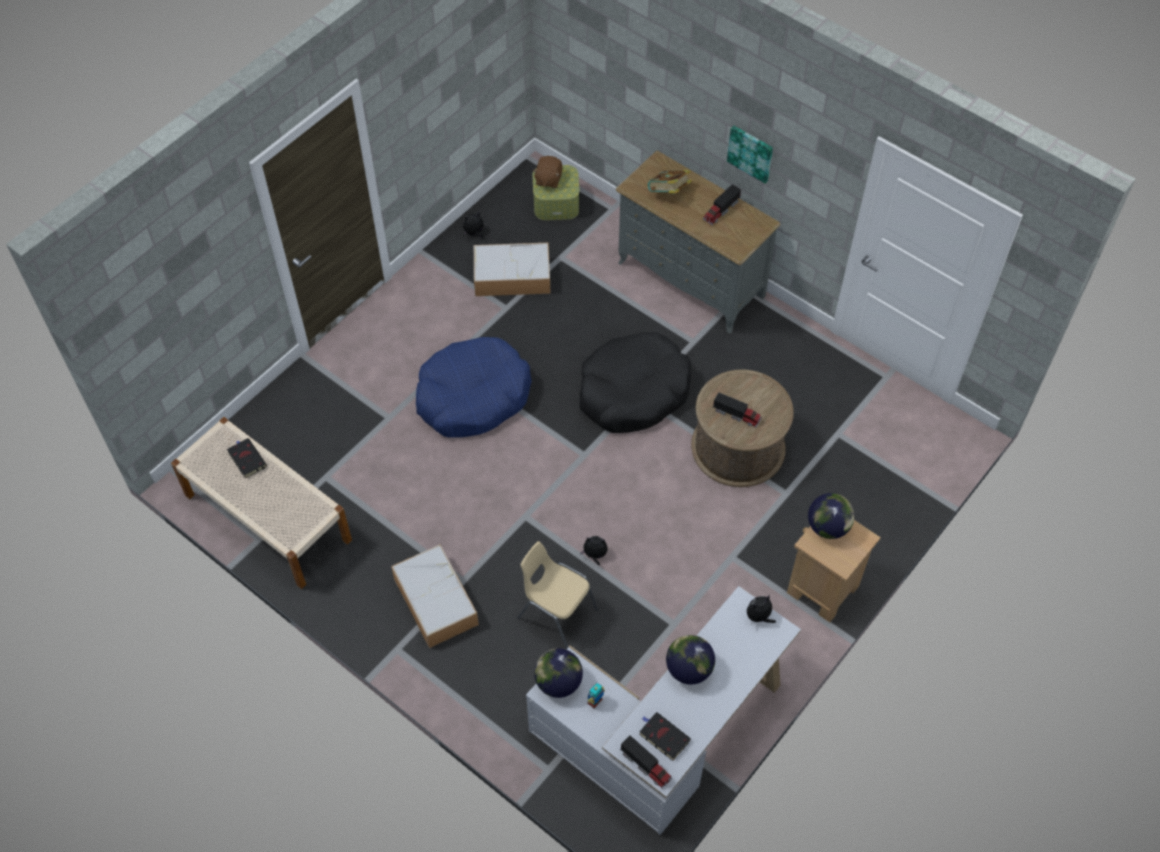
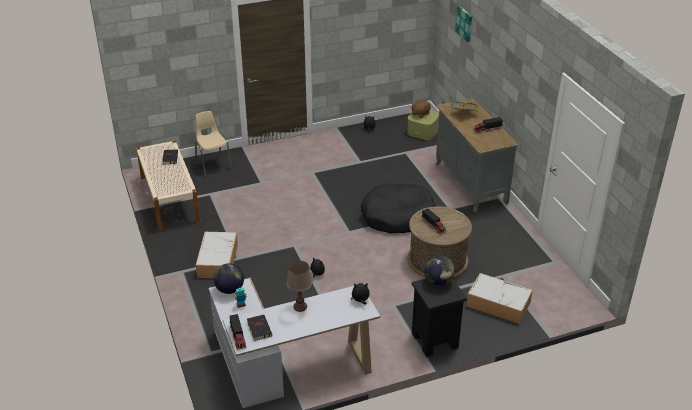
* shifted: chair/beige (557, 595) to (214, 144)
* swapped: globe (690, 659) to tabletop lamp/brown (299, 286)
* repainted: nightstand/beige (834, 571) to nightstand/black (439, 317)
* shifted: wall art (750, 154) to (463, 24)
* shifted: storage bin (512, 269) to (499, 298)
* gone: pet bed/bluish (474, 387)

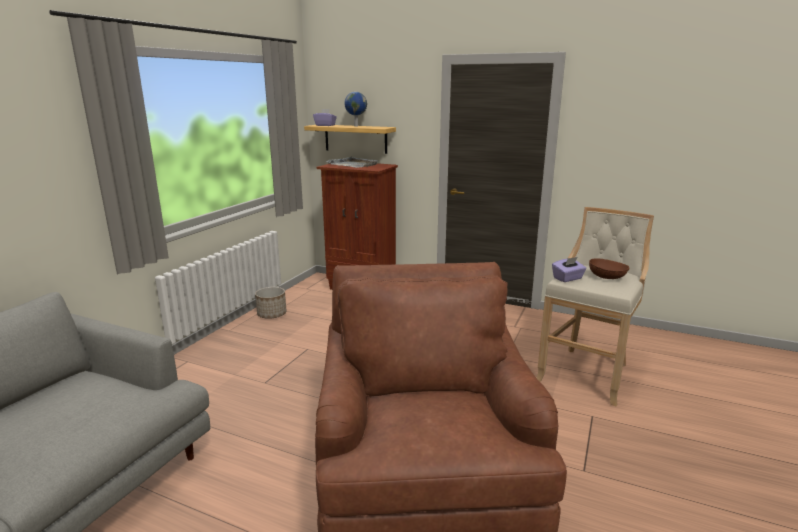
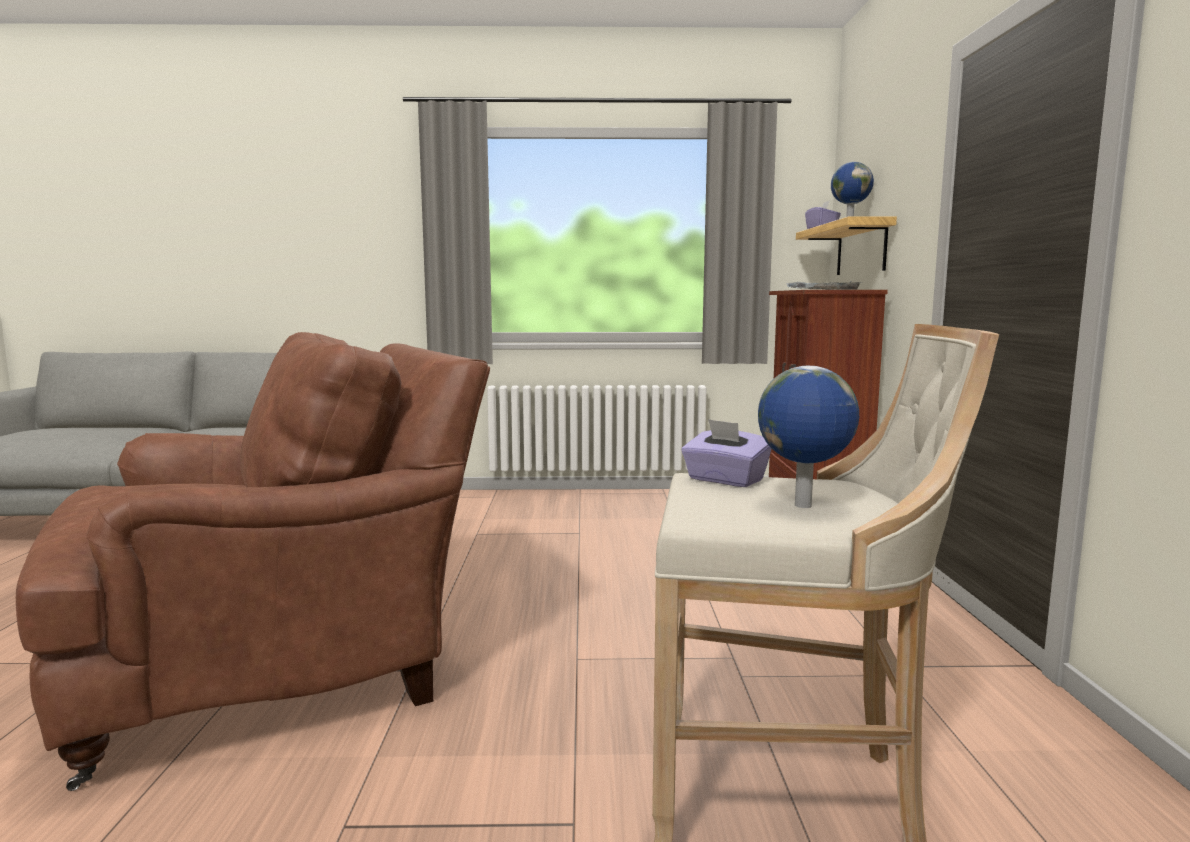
* swapped: serving bowl/brown (609, 268) to globe (808, 437)
* gone: flower pot (271, 303)

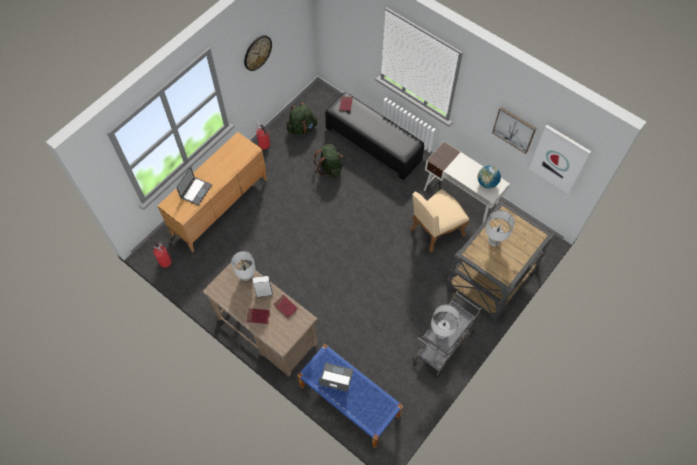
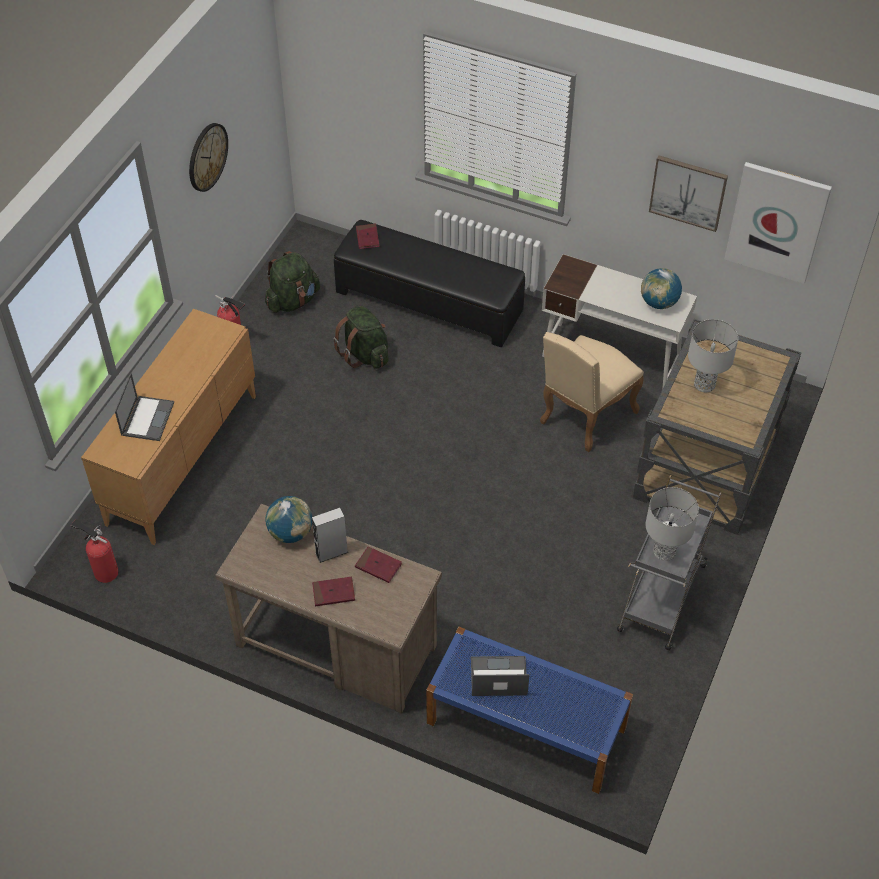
* swapped: tabletop lamp/whitish (243, 266) to globe (288, 519)

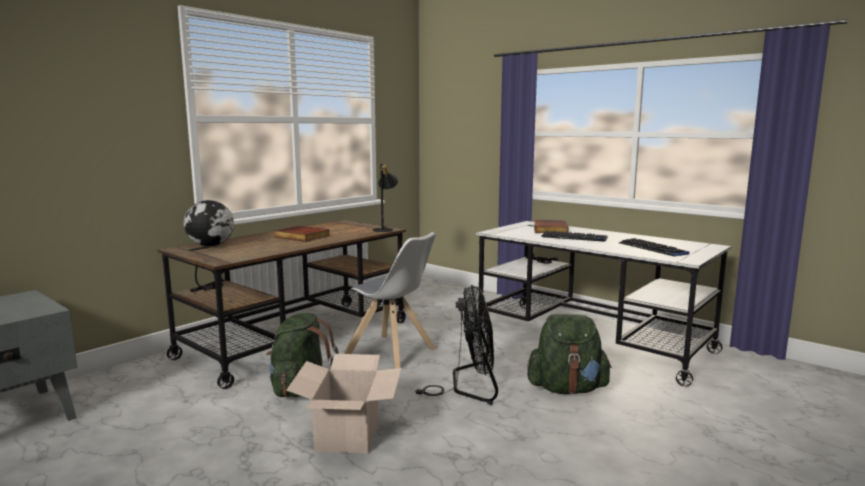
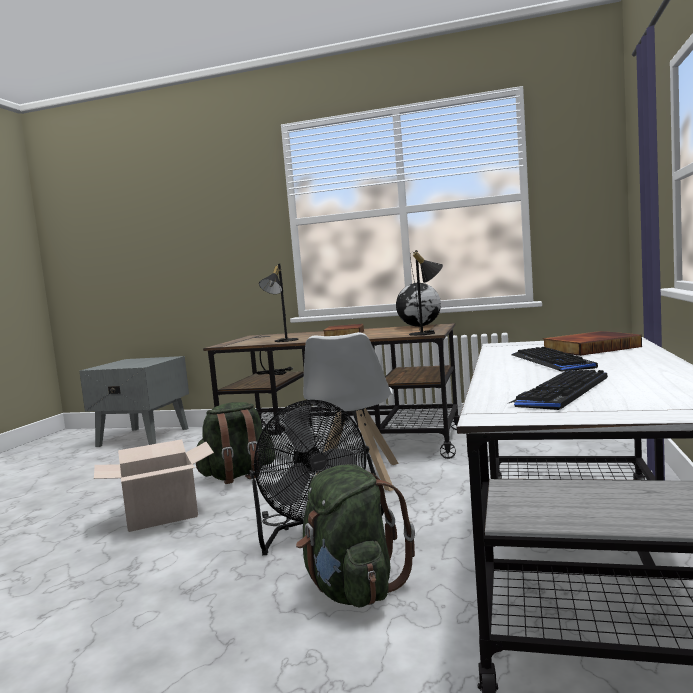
* new: tabletop lamp/black (278, 303)
* shifted: globe (209, 223) to (418, 305)

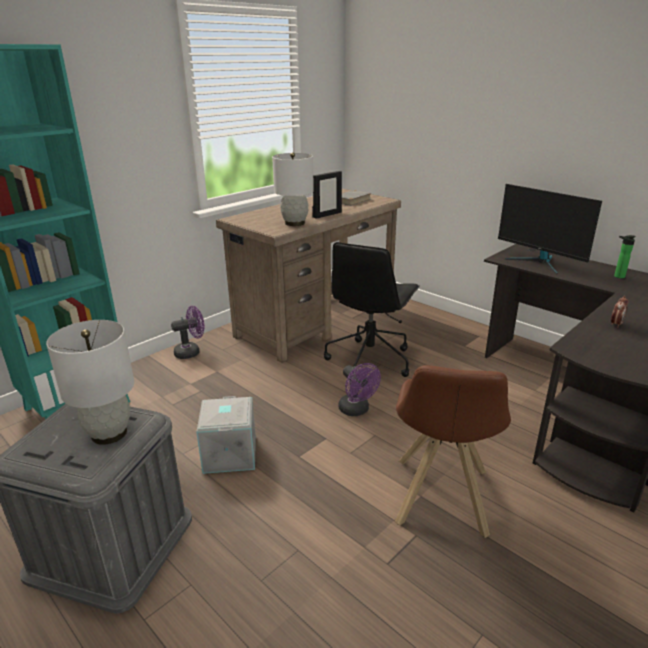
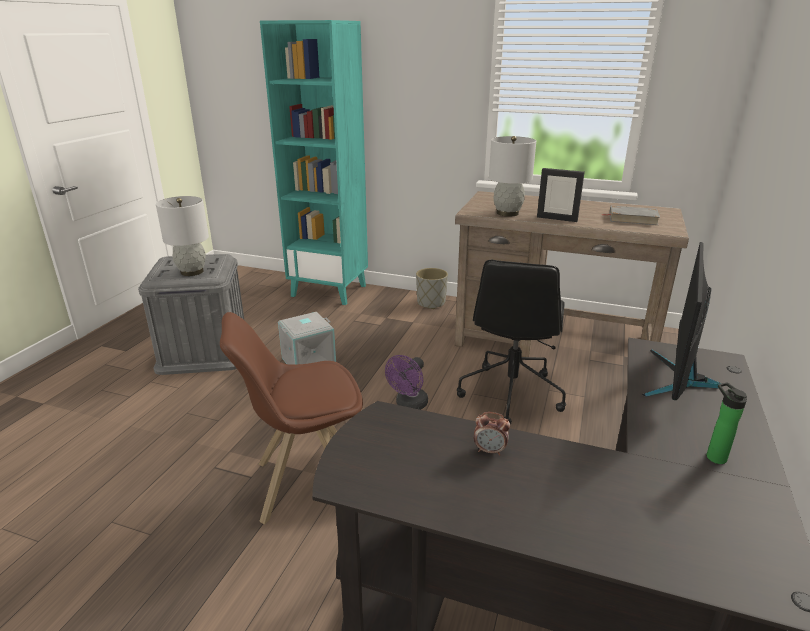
* swapped: cooling fan/purple (188, 332) to flower pot/grey (432, 288)
* rotated: computer chair/black (372, 309) = (511, 342) 75 degrees counterclockwise

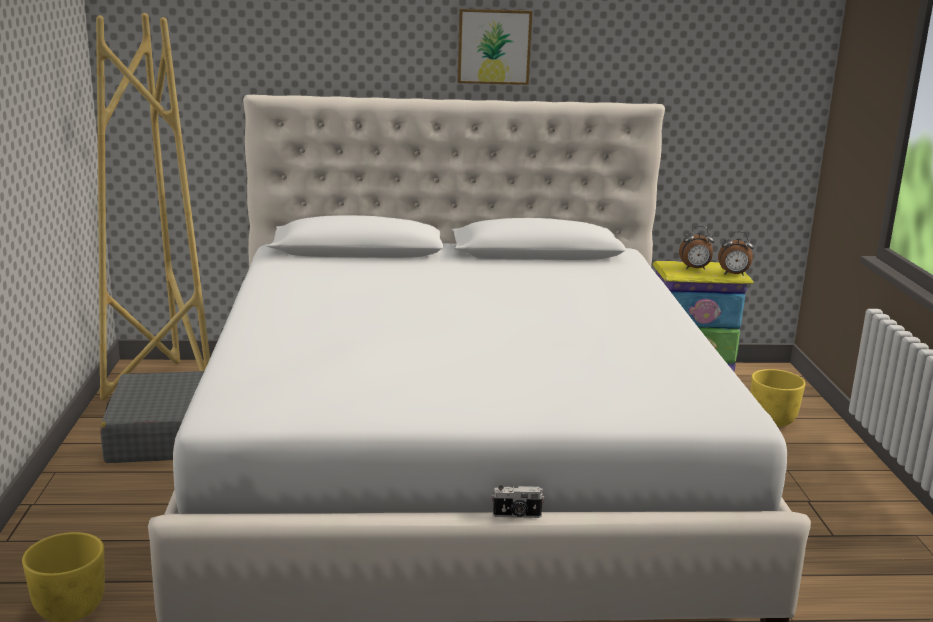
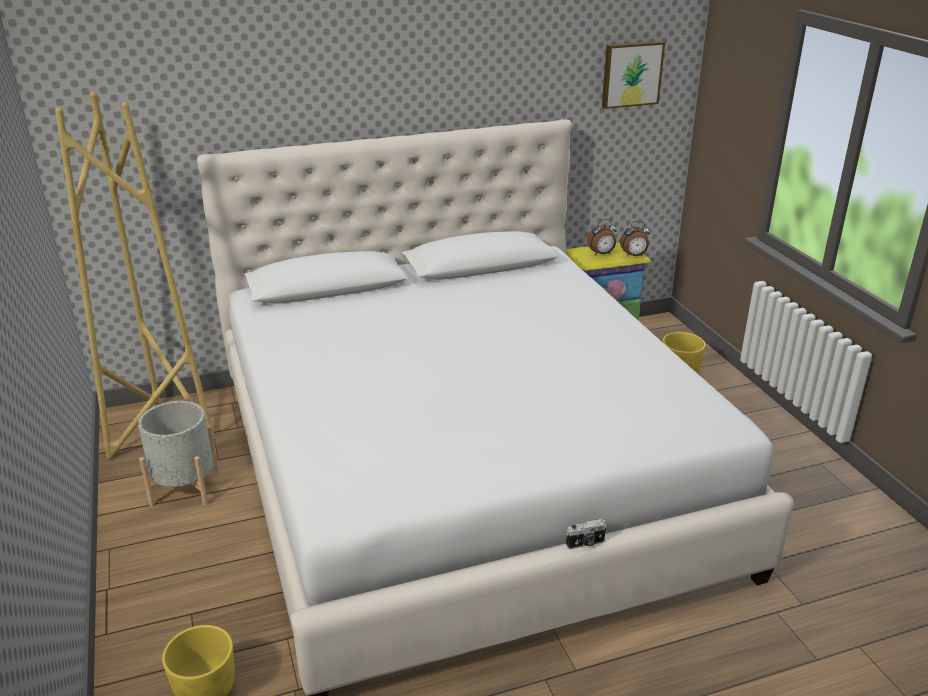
* swapped: piece of luggage/grey (152, 417) to flower pot/grey (178, 454)
* shifted: wall art (494, 47) to (633, 75)

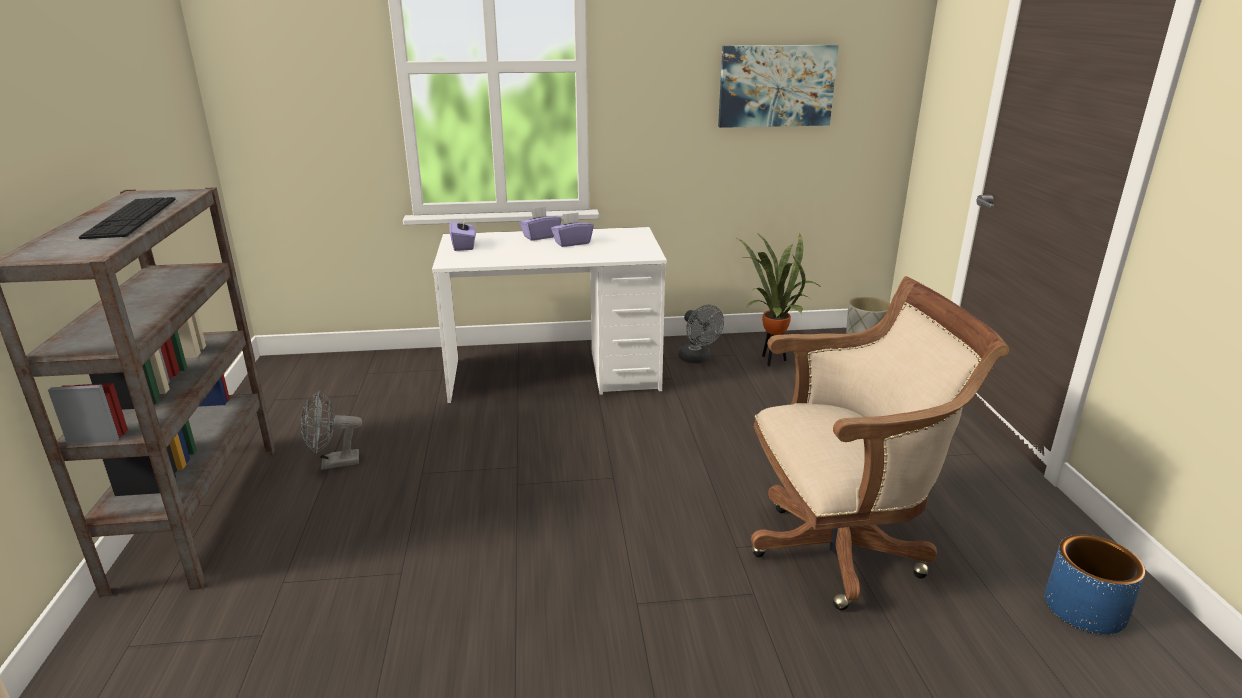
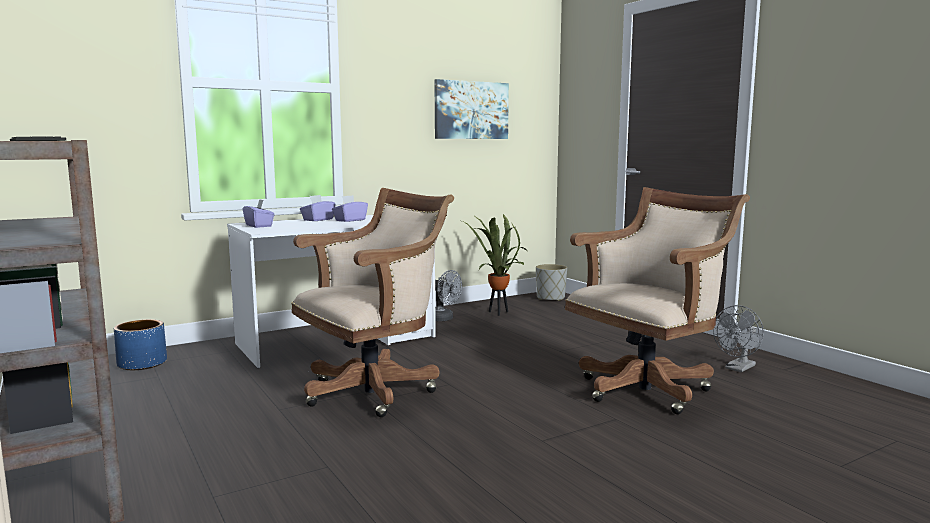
* shifted: flower pot/bluish (1095, 584) to (140, 344)
* new: computer chair (372, 302)
* shifted: cooling fan/grey (331, 430) to (738, 338)

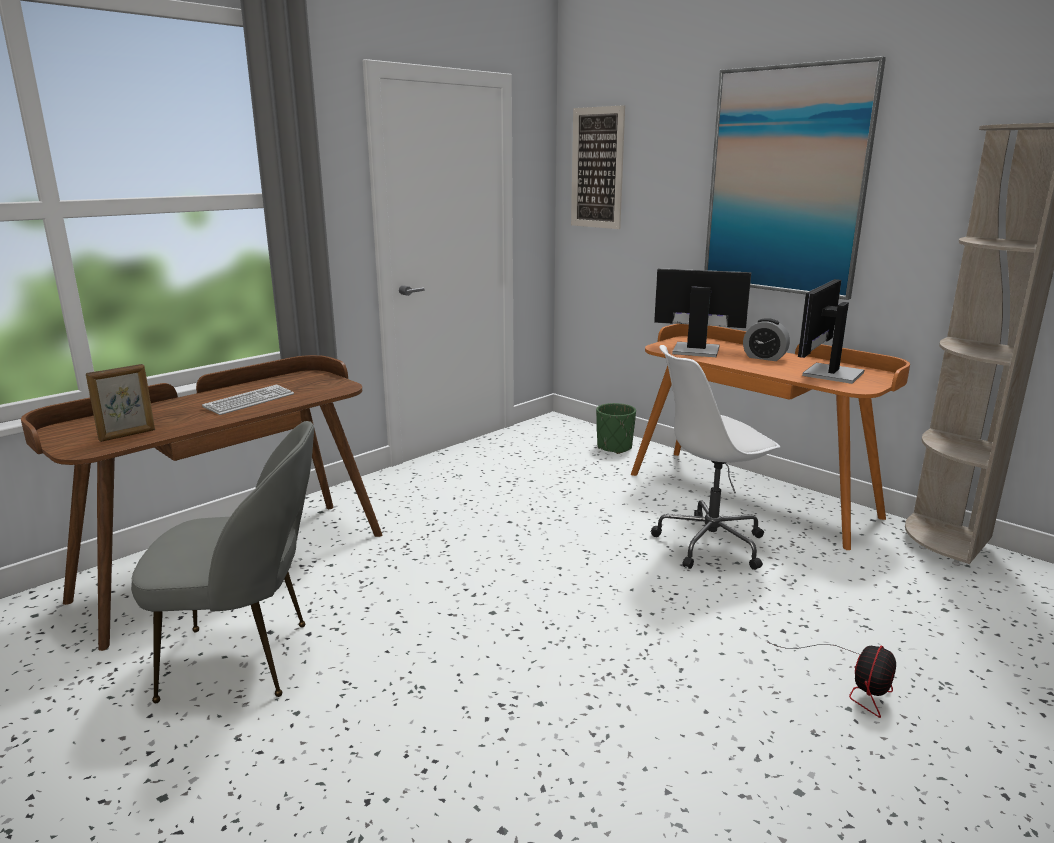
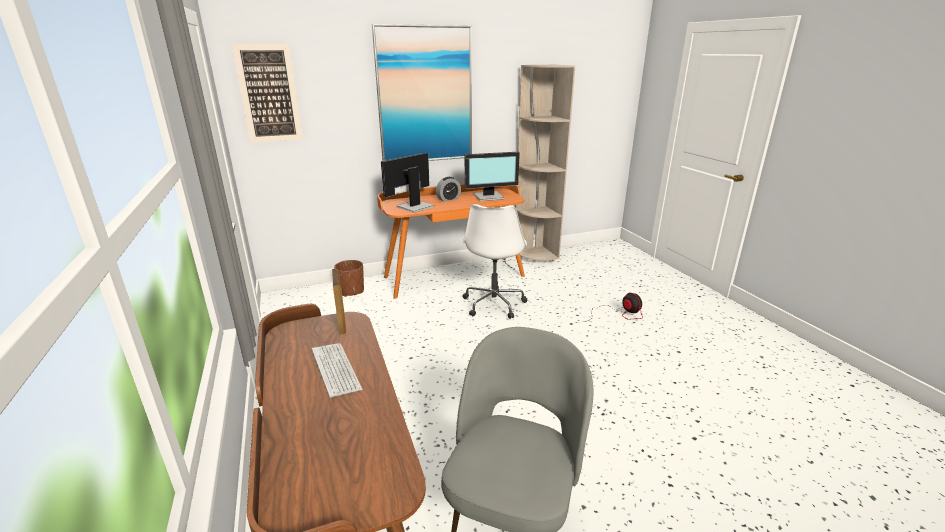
* shifted: picture frame (120, 403) to (339, 301)
* repainted: flower pot/green (616, 428) to flower pot/brown (349, 278)
* rotated: computer display (831, 331) = (492, 176) 75 degrees counterclockwise

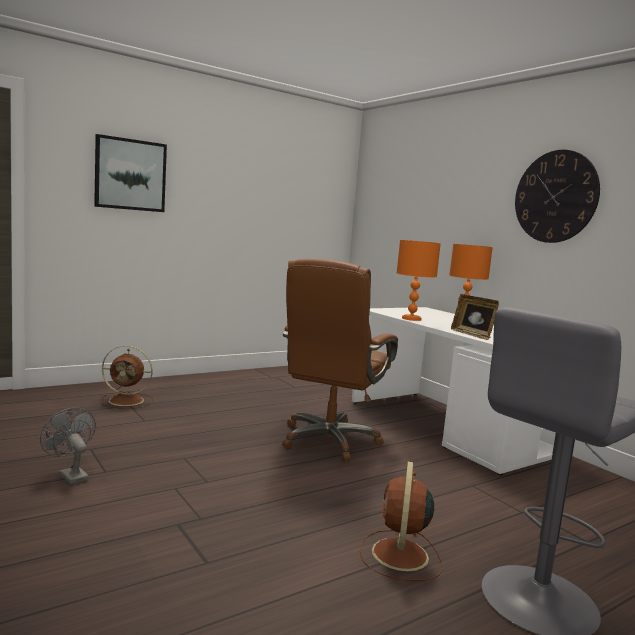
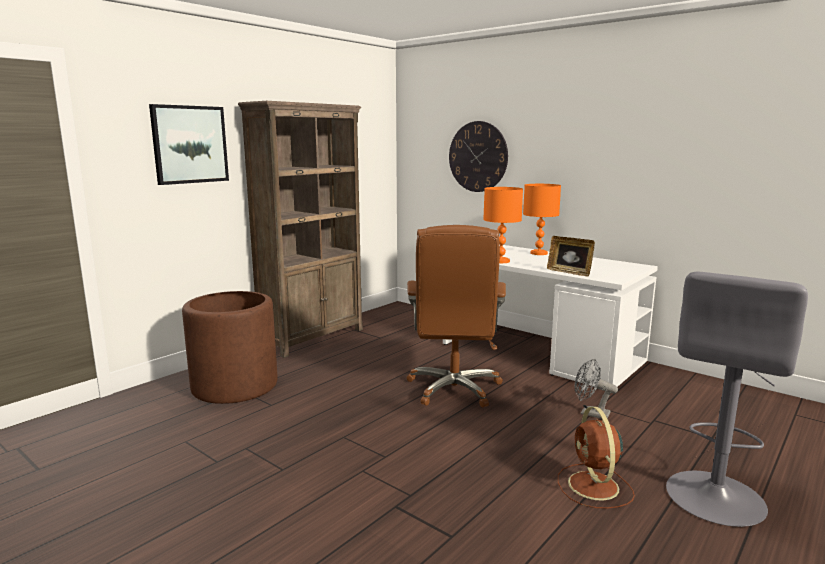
* swapped: cooling fan/brown (126, 377) to flower pot/brown (230, 347)
* new: shelving unit/brown (300, 229)
* shifted: hanging clock (557, 196) to (478, 156)
* shifted: cooling fan/grey (68, 445) to (596, 388)

